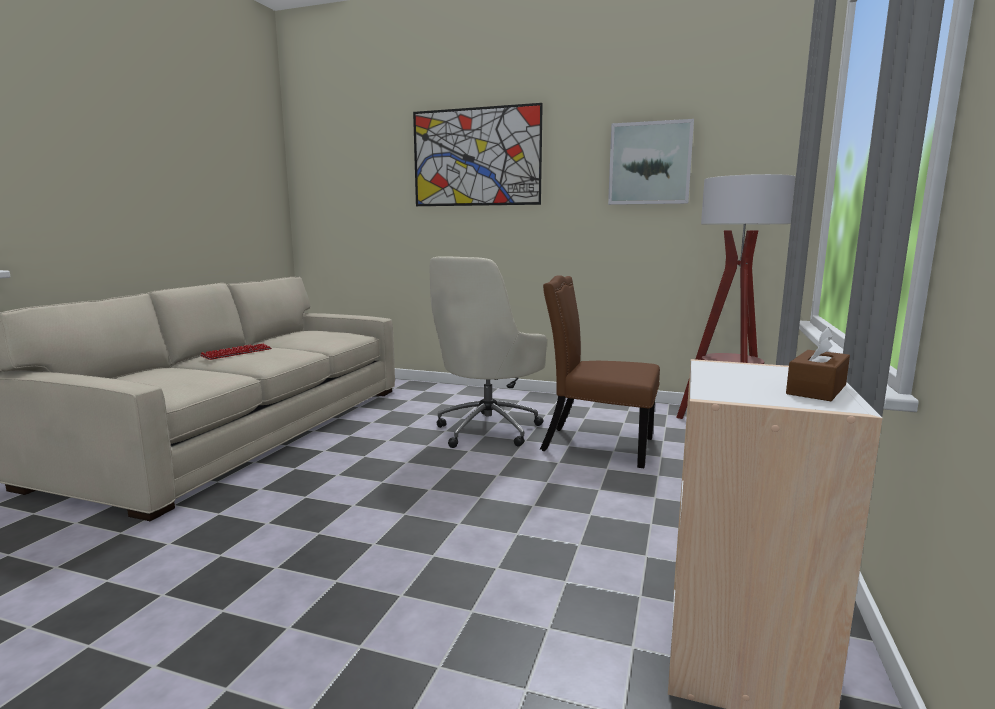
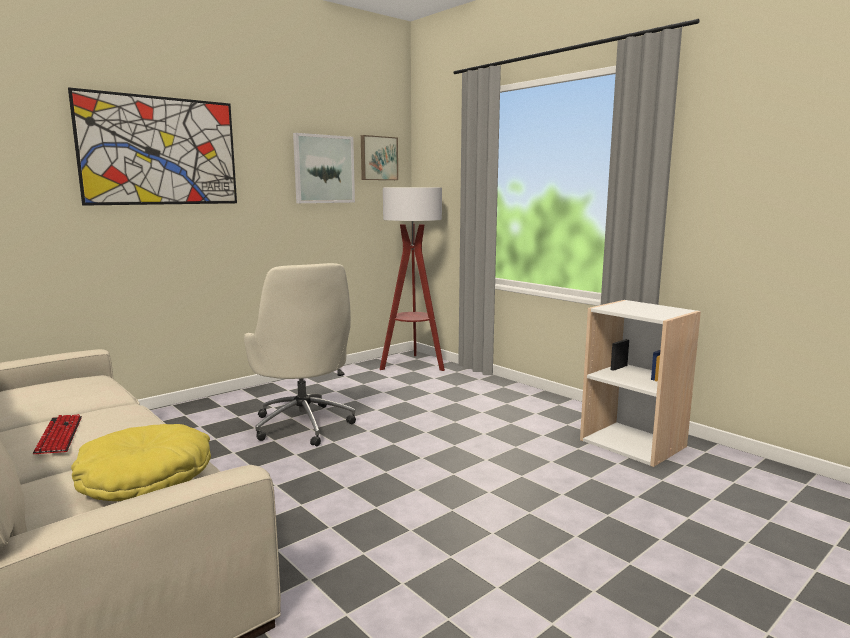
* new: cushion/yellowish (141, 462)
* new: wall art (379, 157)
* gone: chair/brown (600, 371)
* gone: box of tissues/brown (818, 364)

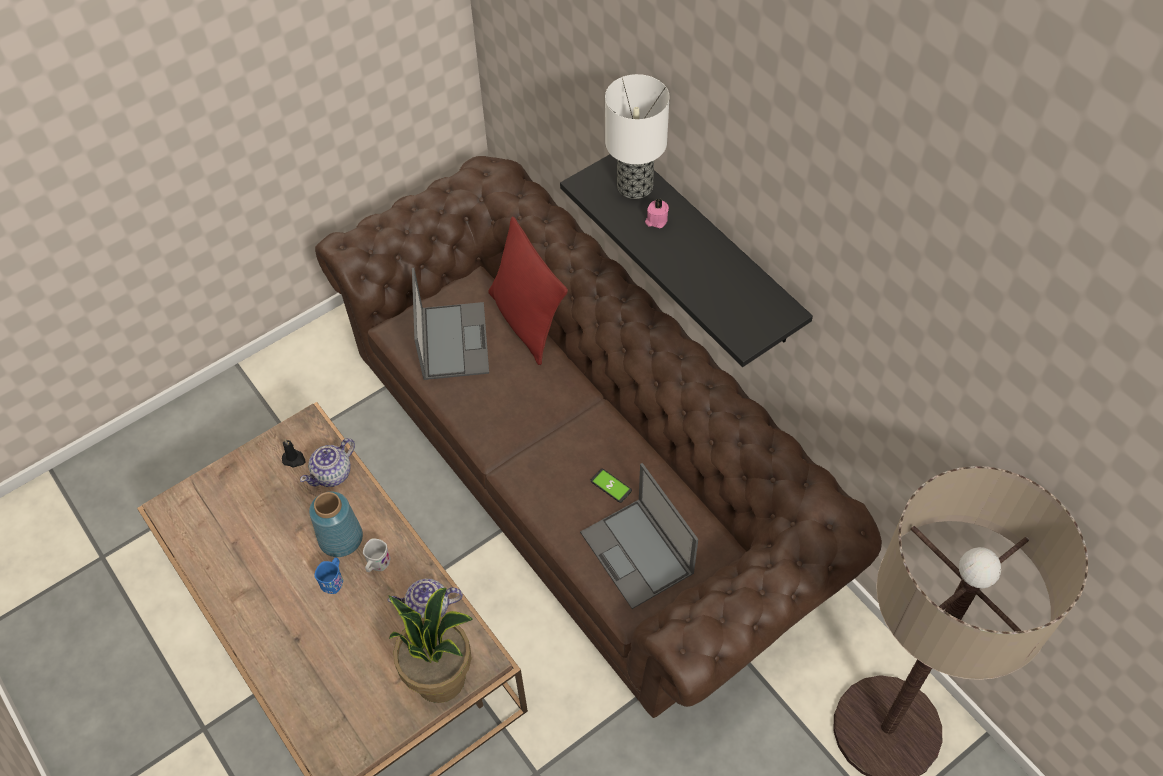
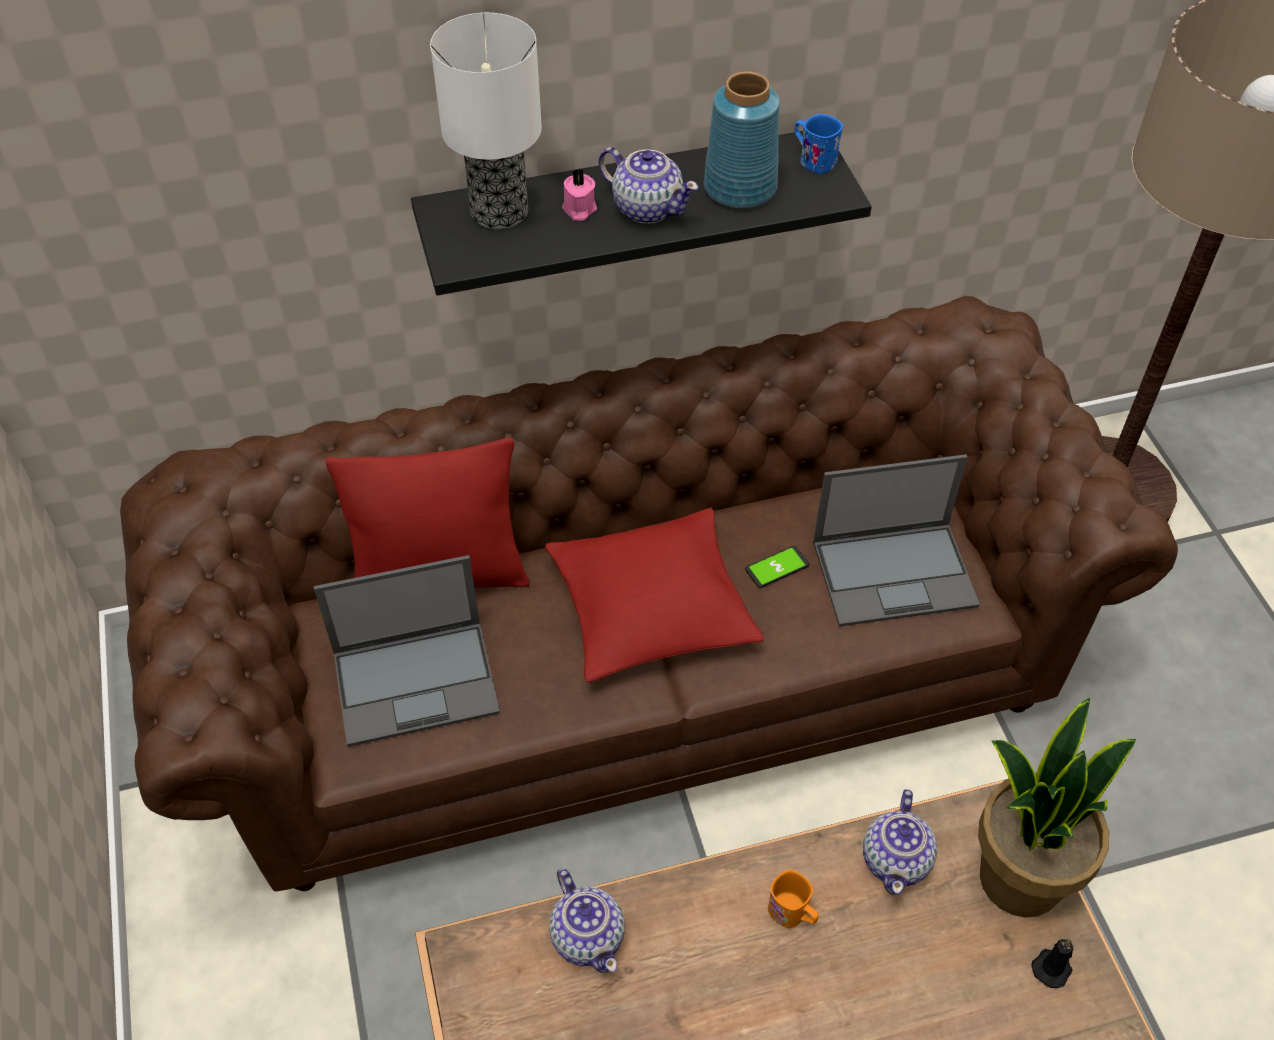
* rotated: portable computer (450, 324) = (407, 651) 150 degrees clockwise
* new: cushion/red (654, 595)
* new: pot for tea (649, 185)
* shifted: flower vase/bluish (336, 524) to (742, 139)
* repainted: coffee mug/whitish (377, 555) to coffee mug/orangey (793, 898)
* shifted: coffee mug/bluish (328, 575) to (818, 144)
* shifted: wax candle/black (294, 453) to (1053, 963)

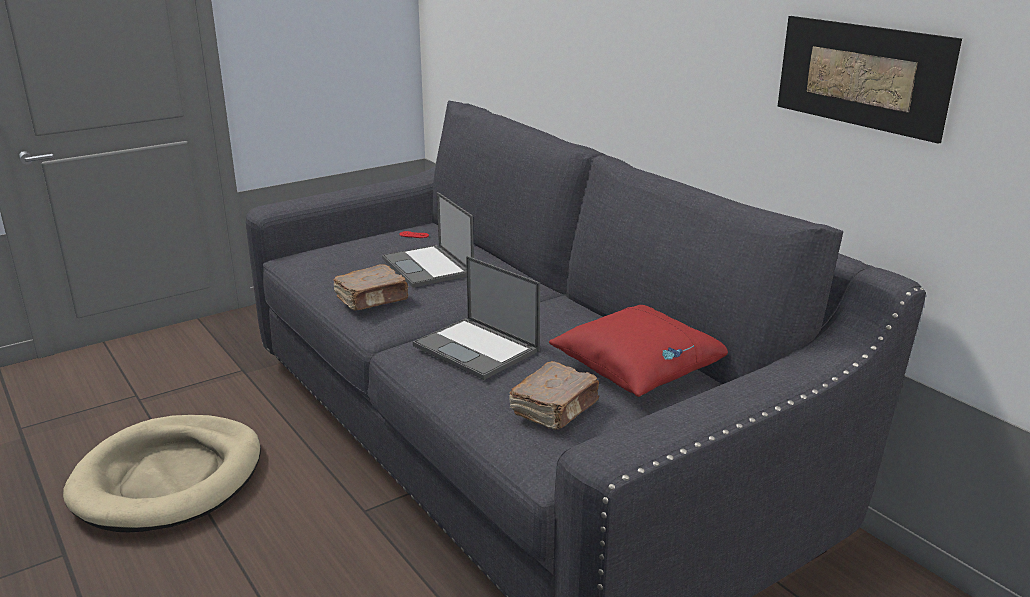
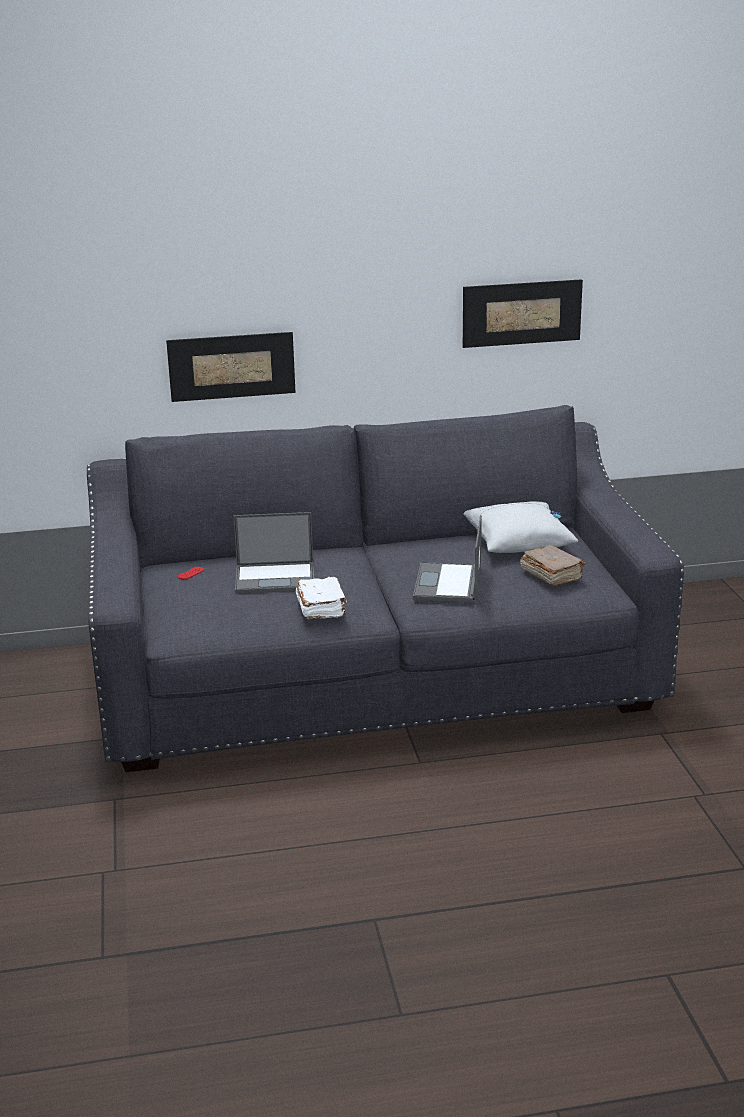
* new: wall art (230, 367)
* repainted: book/brown (371, 287) to book/whitish (321, 598)
* rotated: portable computer (476, 318) = (447, 558) 120 degrees clockwise
* repainted: cushion/red (638, 351) to cushion/grey (520, 527)
* gone: pet bed/beige (162, 473)

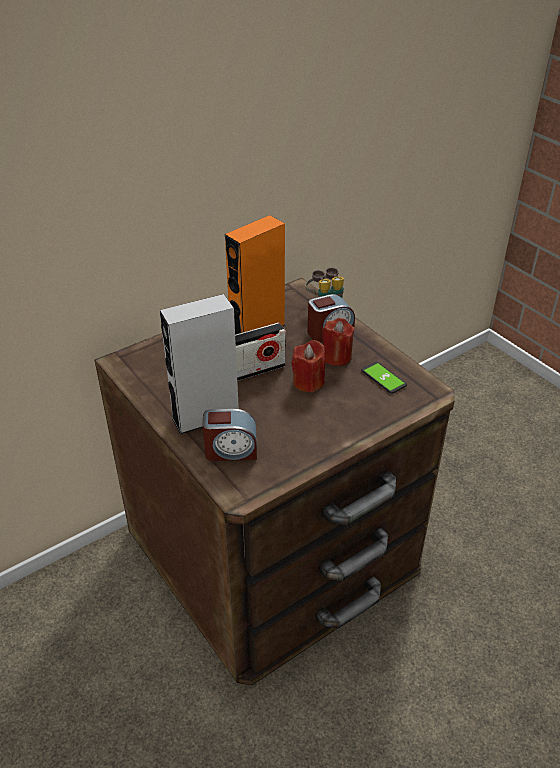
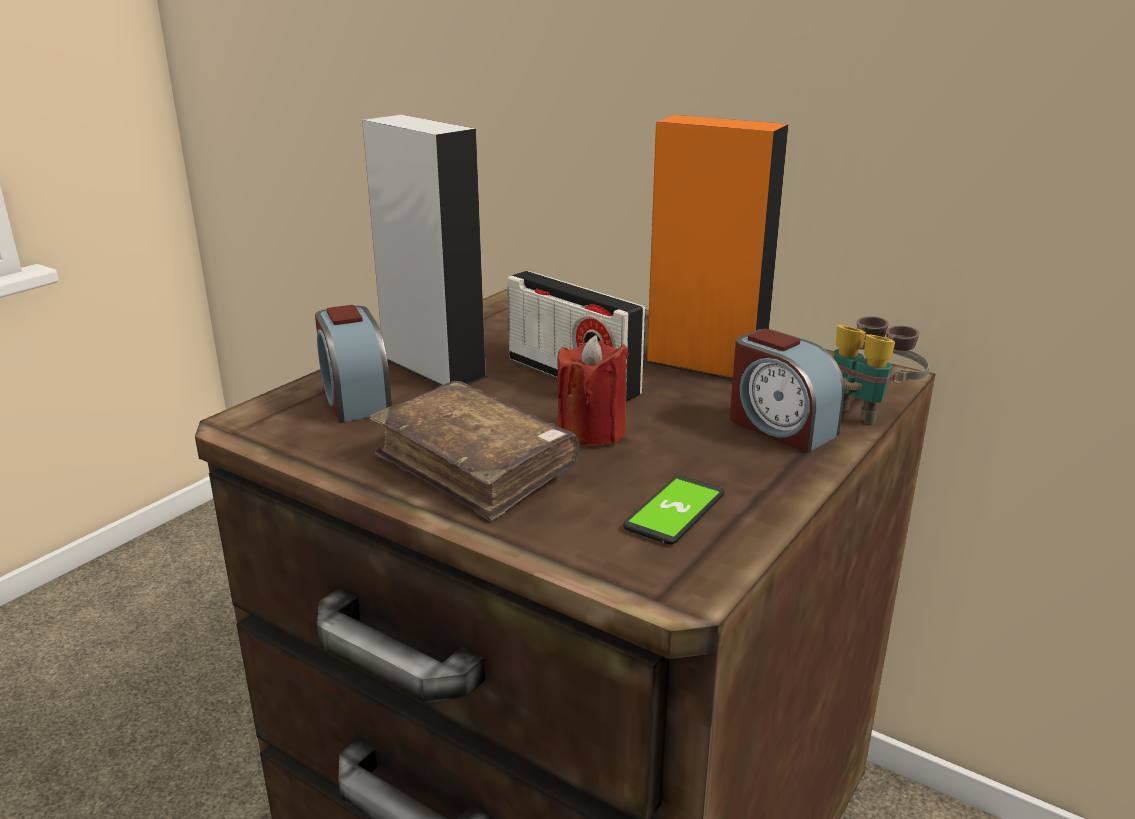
* new: book/brown (474, 451)
* gone: wax candle/red (338, 342)

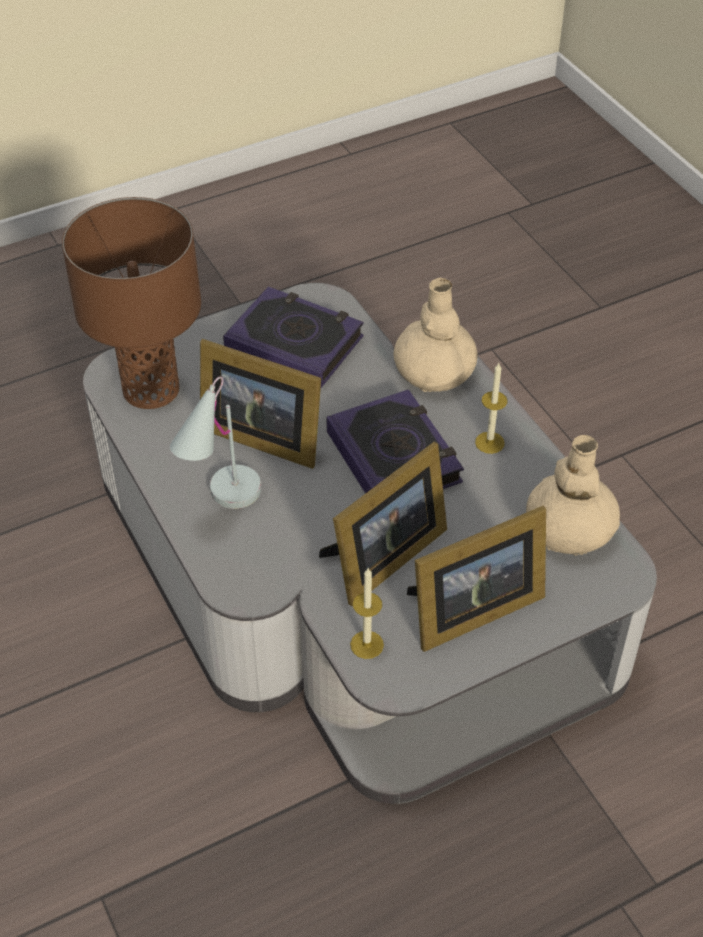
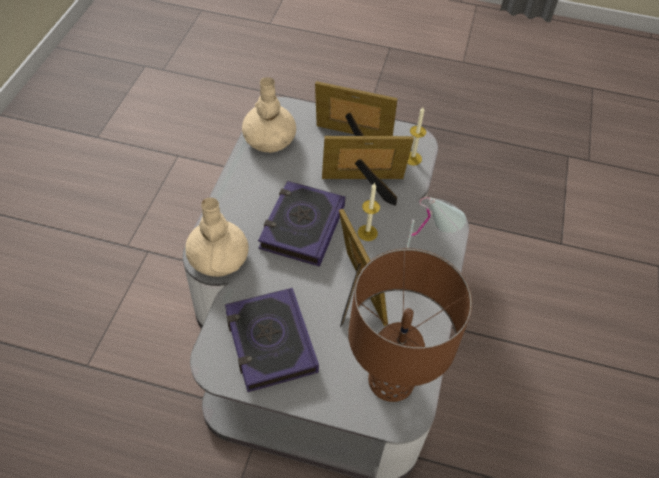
* shifted: wax candle (491, 408) to (369, 211)

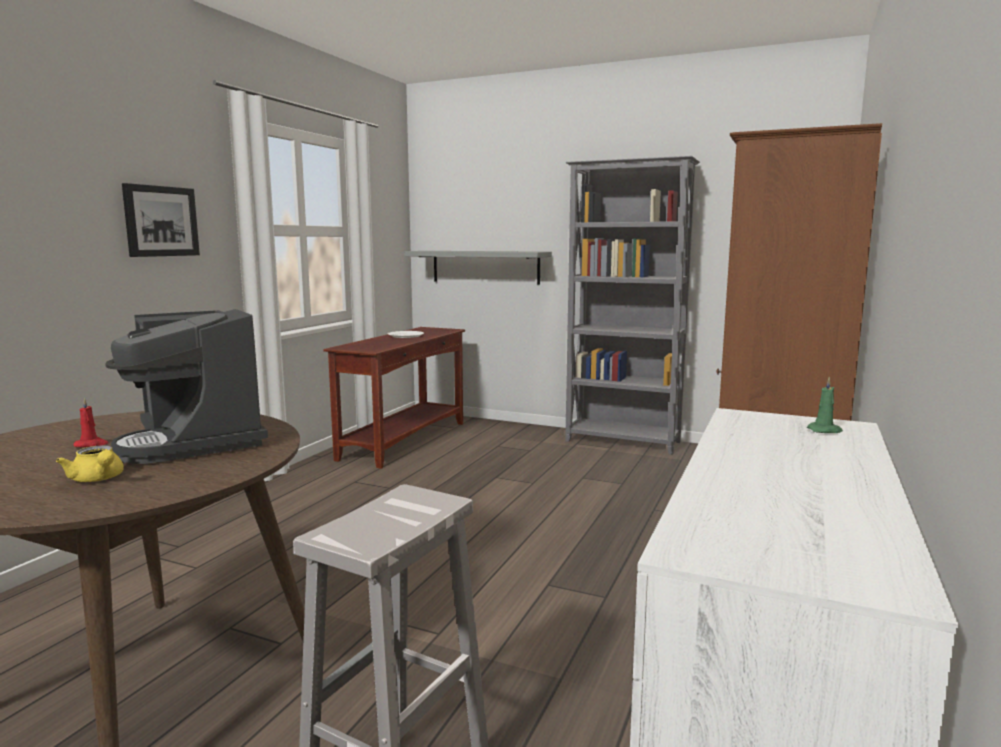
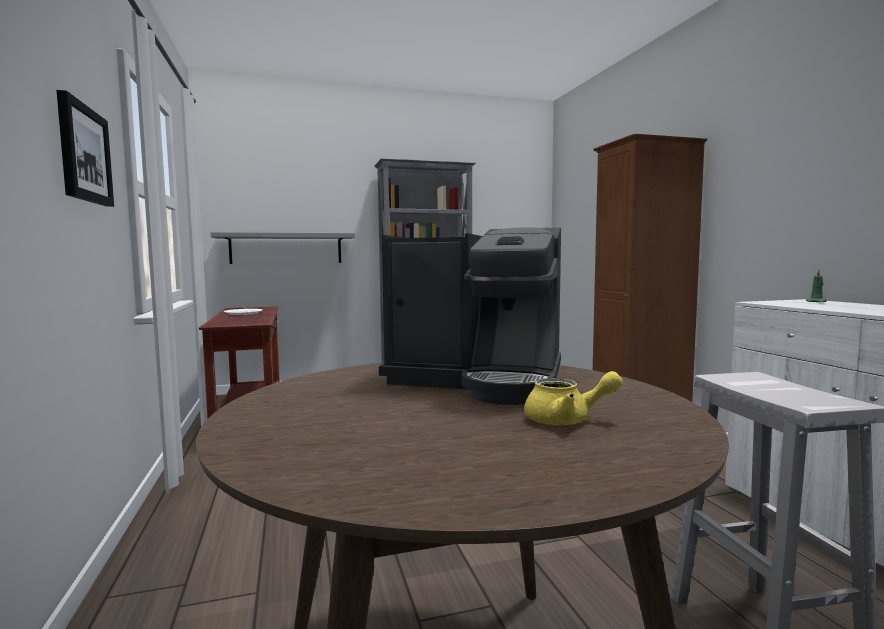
* gone: wax candle/red (91, 422)

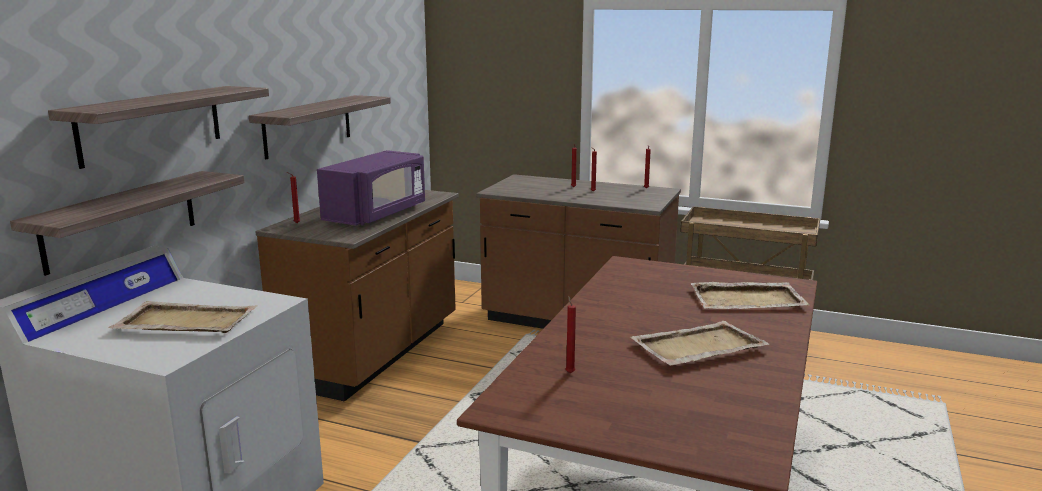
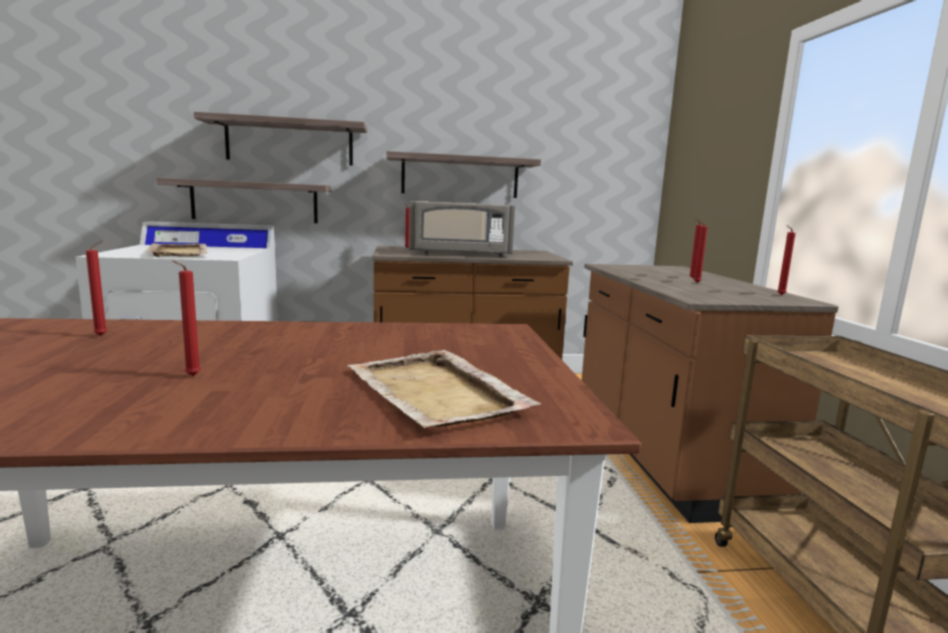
* swapped: carrying tray/beige (699, 343) to wax candle/red (186, 318)
* repainted: microwave oven/purple (371, 188) to microwave oven/grey (462, 229)

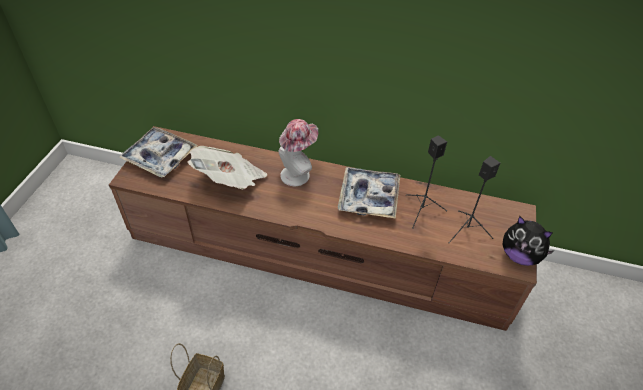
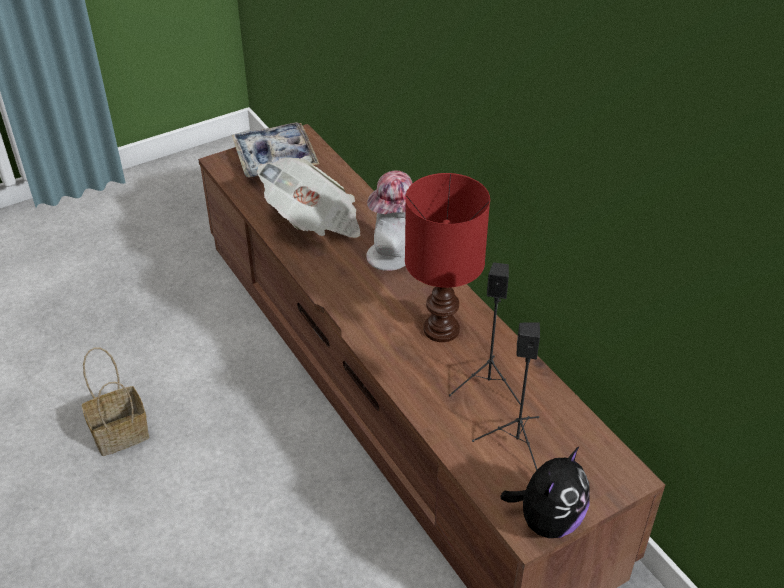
* swapped: carrying tray (369, 193) to tabletop lamp/red (447, 257)
* rotated: soft toy (528, 241) = (545, 492) 135 degrees counterclockwise

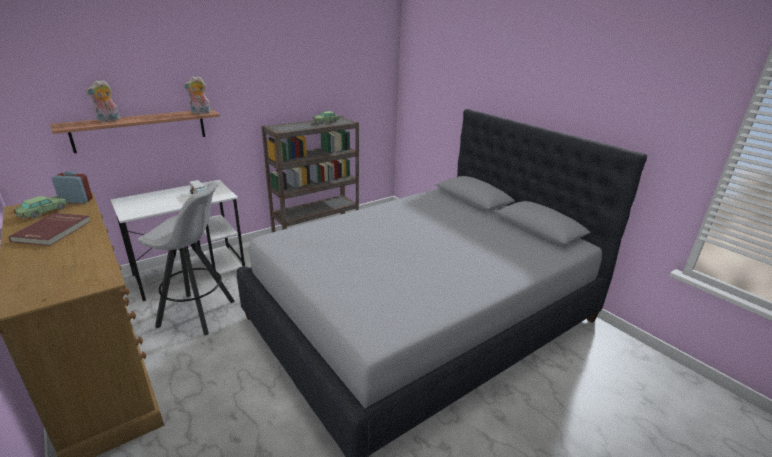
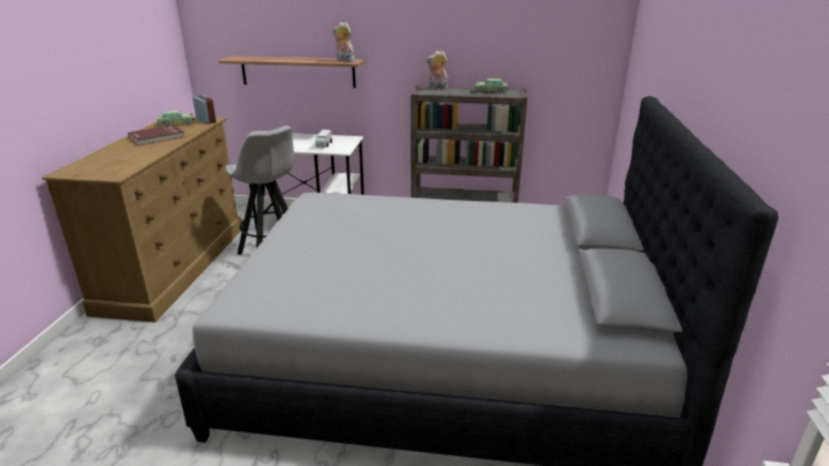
* shifted: soft toy (102, 101) to (437, 70)

